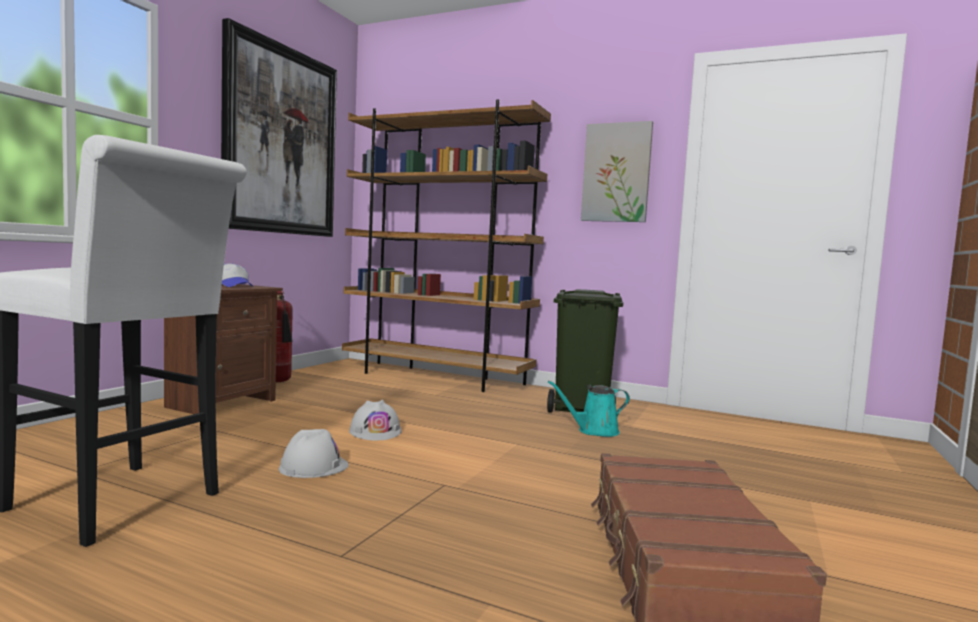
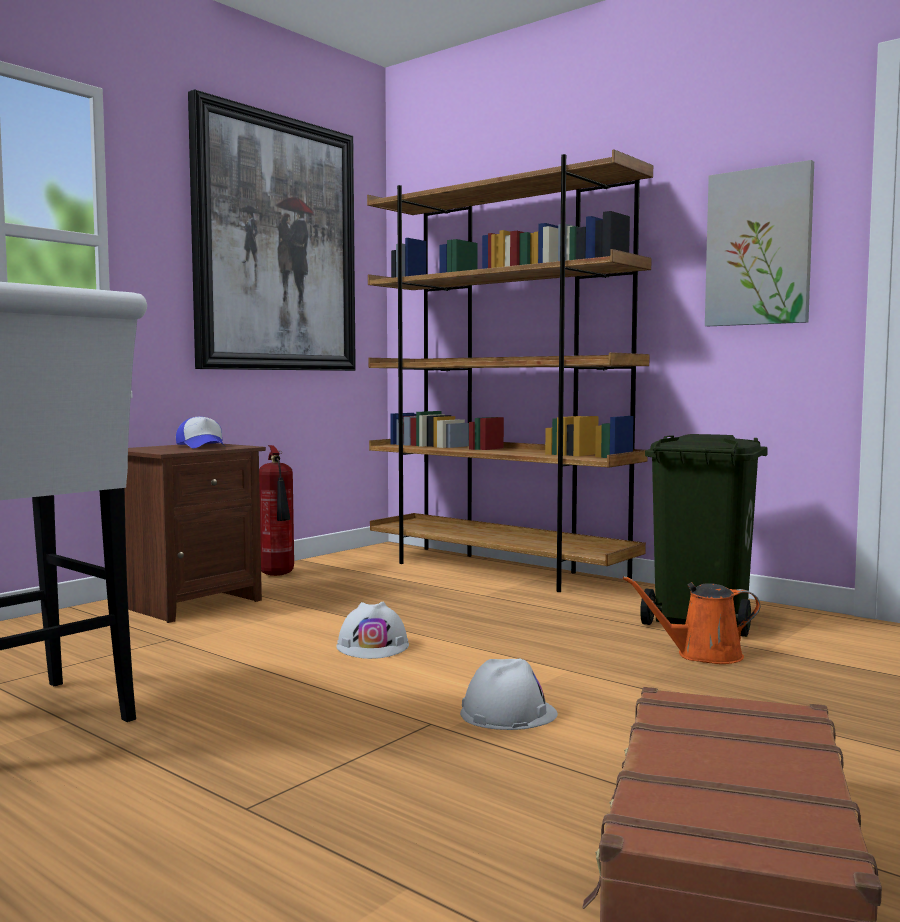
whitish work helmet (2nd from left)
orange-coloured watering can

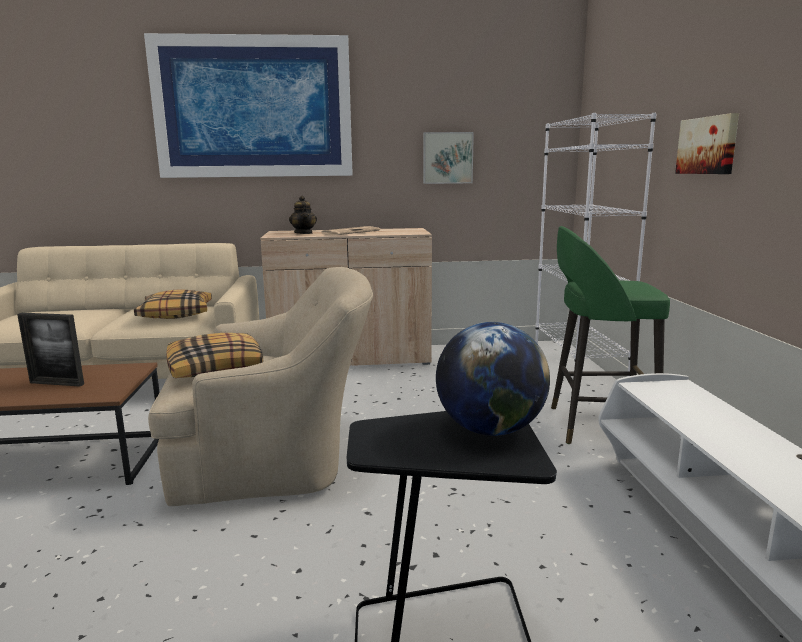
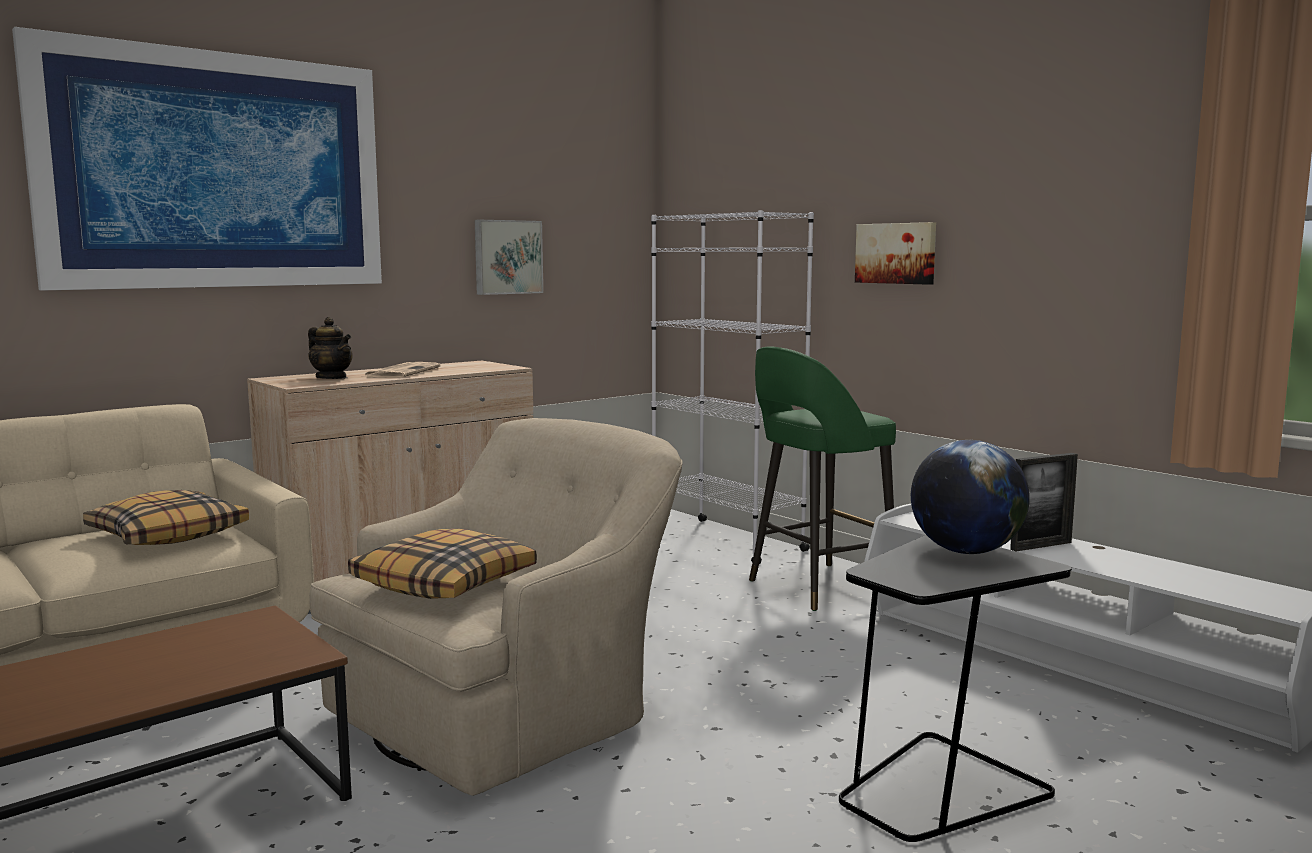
picture frame

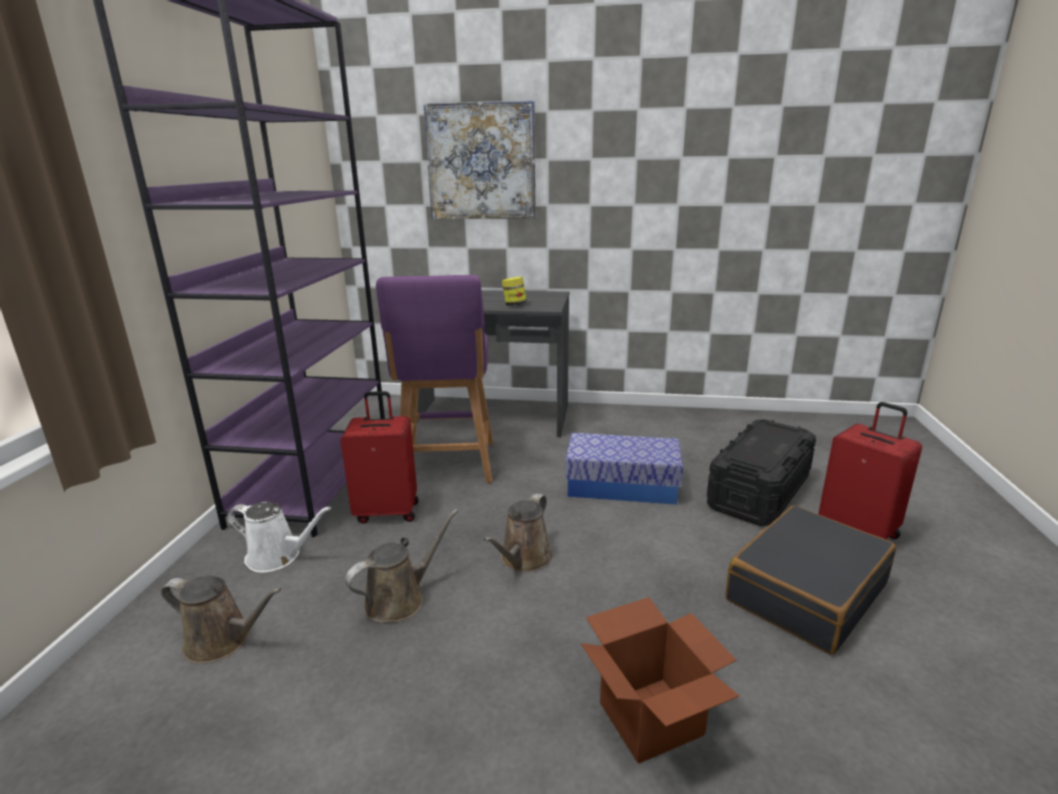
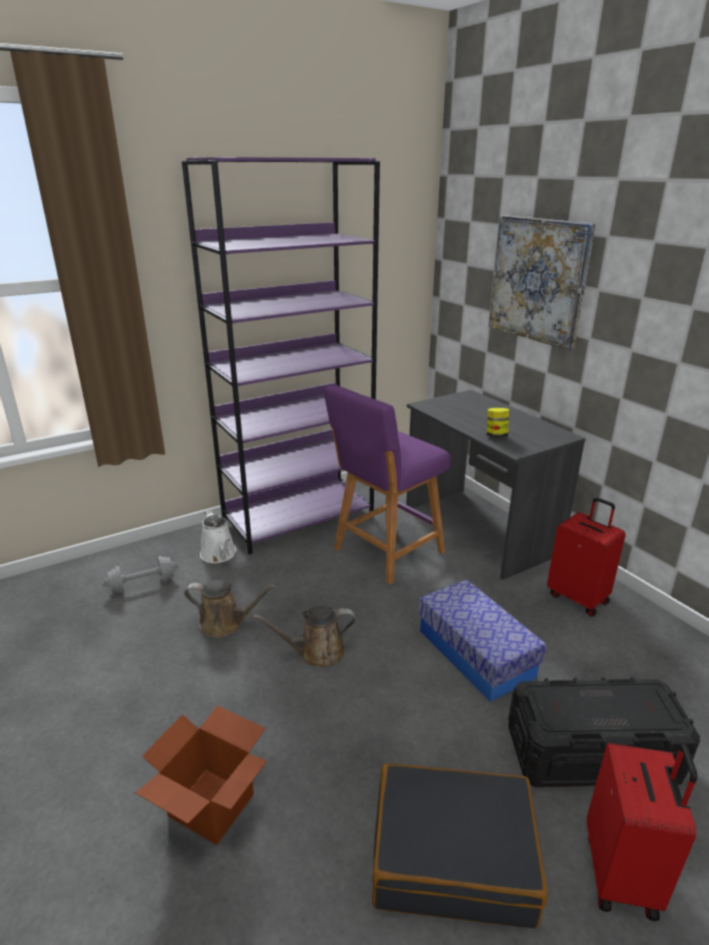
grey hand weight
red-coloured suitcase (1st from left)

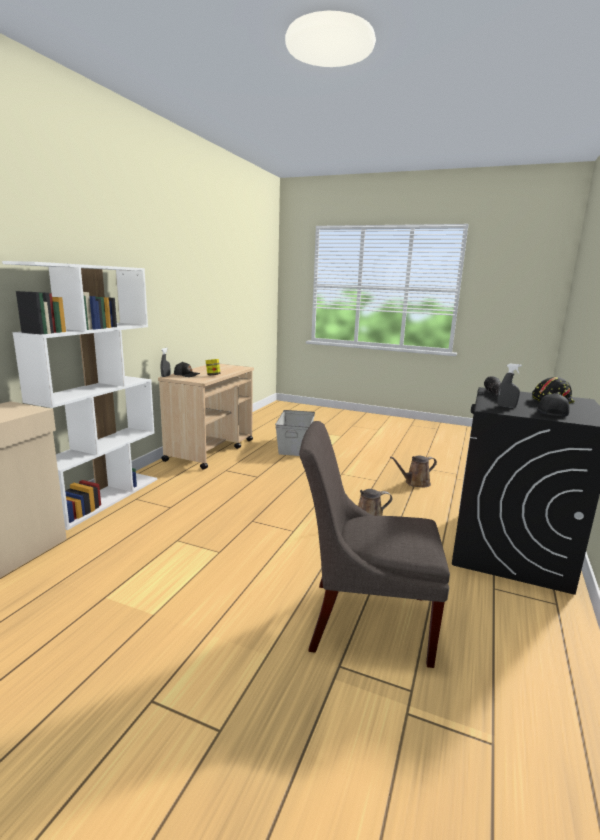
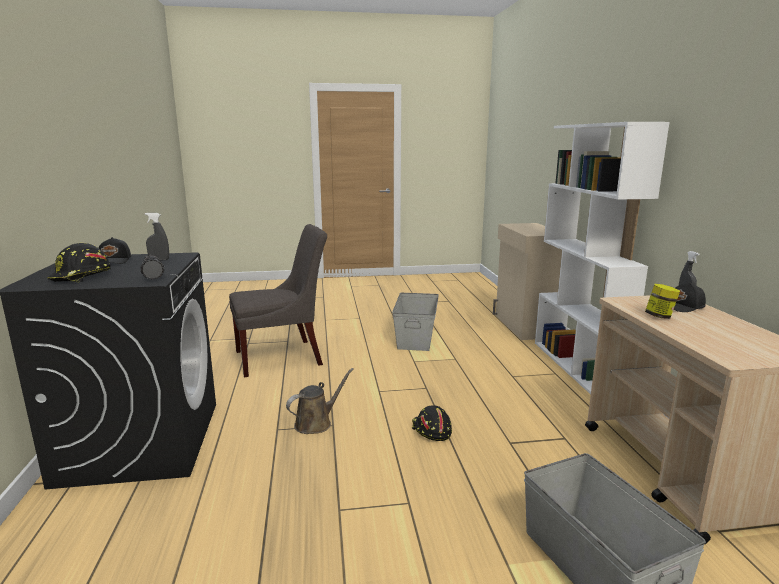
brown-coloured watering can (2nd from left in the first image)
grey storage box (1st from left)
black-coloured work helmet (2nd from left)

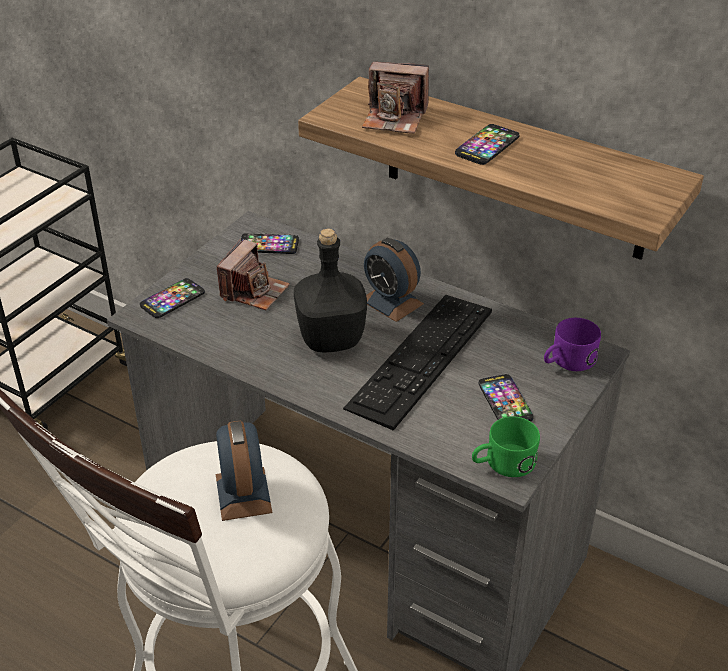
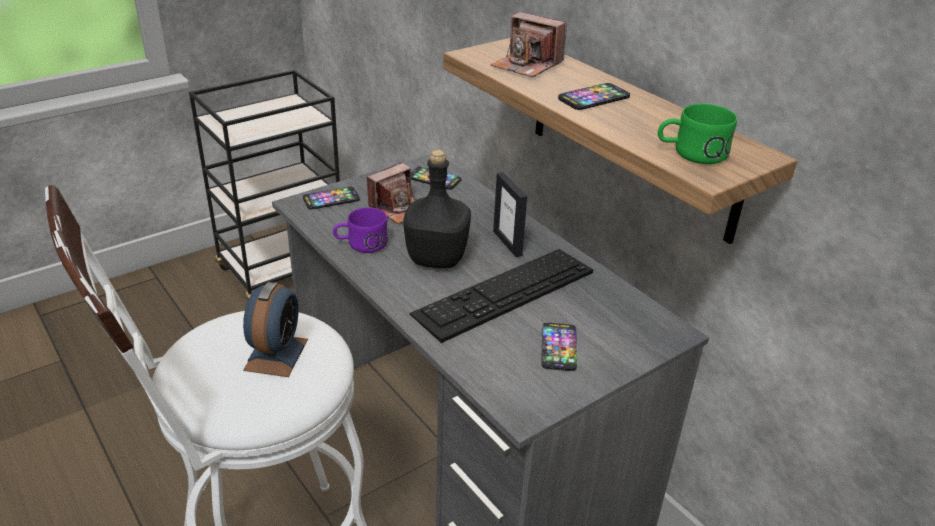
picture frame
green-coloured tea mug
purplish tea mug

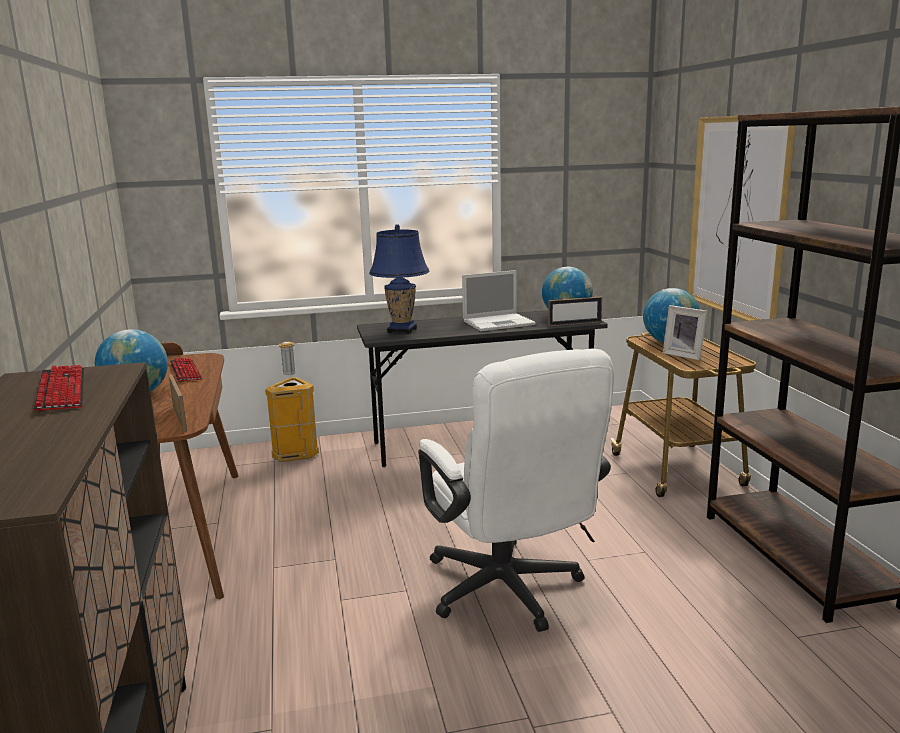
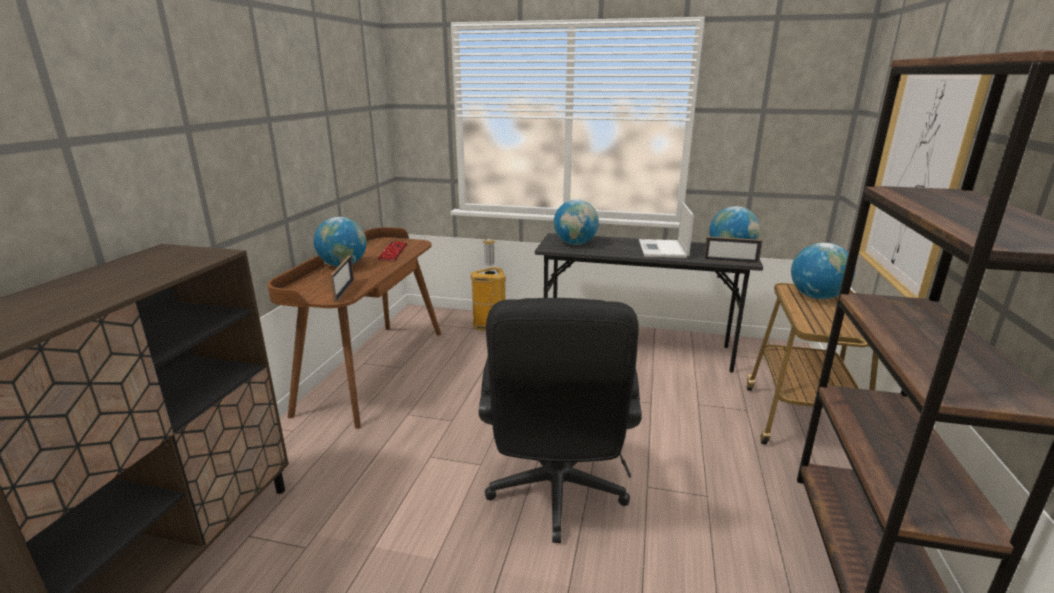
PC keyboard (1st from left in the first image)
desk globe (2nd from left)
black-coloured desk chair
portable computer
picture frame (3rd from left in the first image)

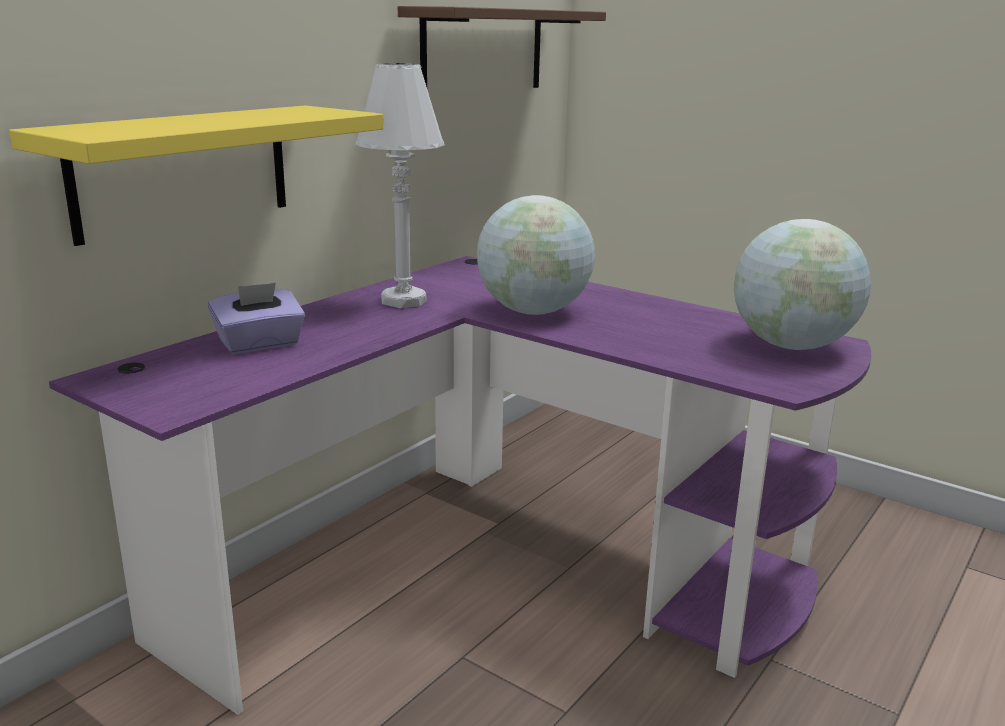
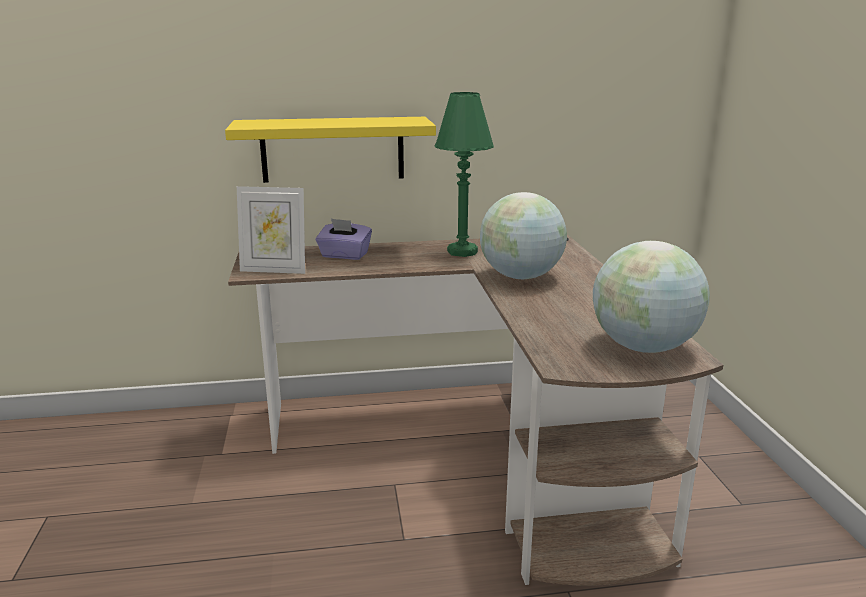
brown-coloured desk unit
green-coloured tabletop lamp
brown-coloured bracket shelf
picture frame

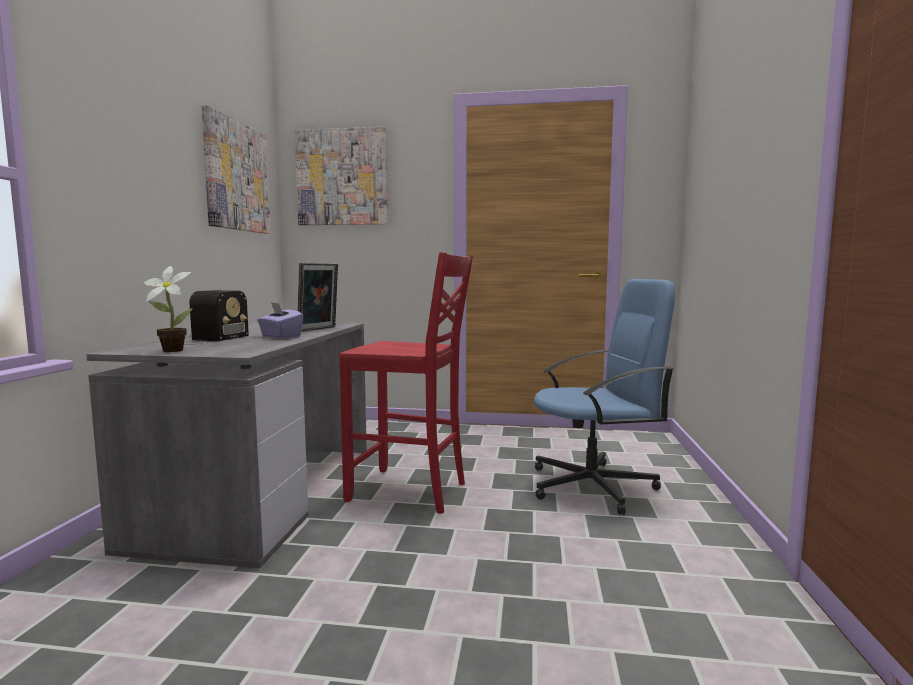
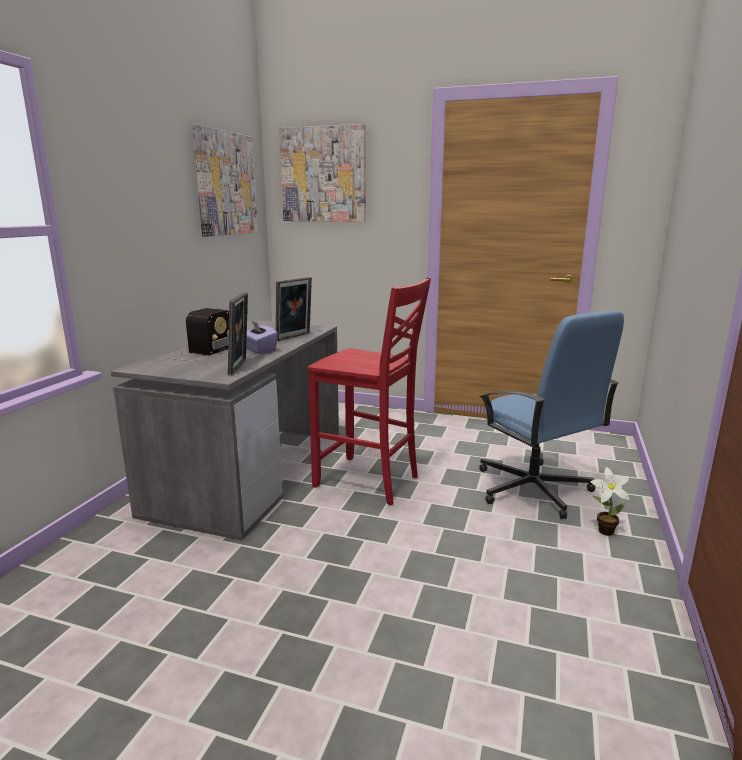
houseplant
blue-coloured desk chair
picture frame (1st from left)

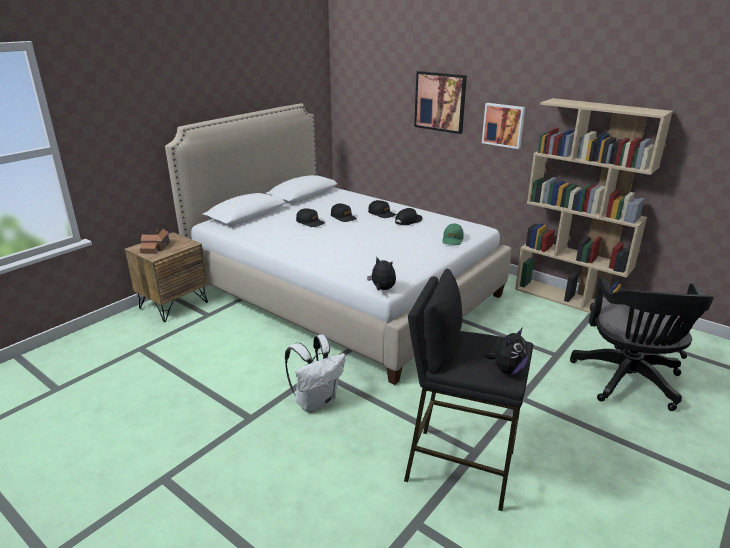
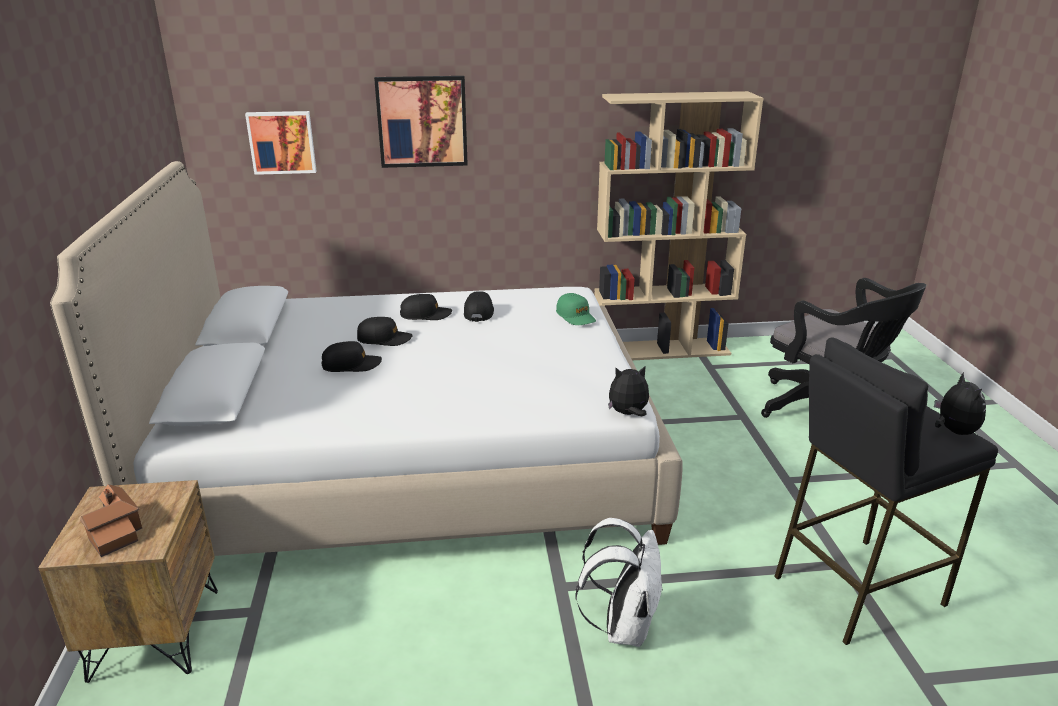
wall art (1st from left)

